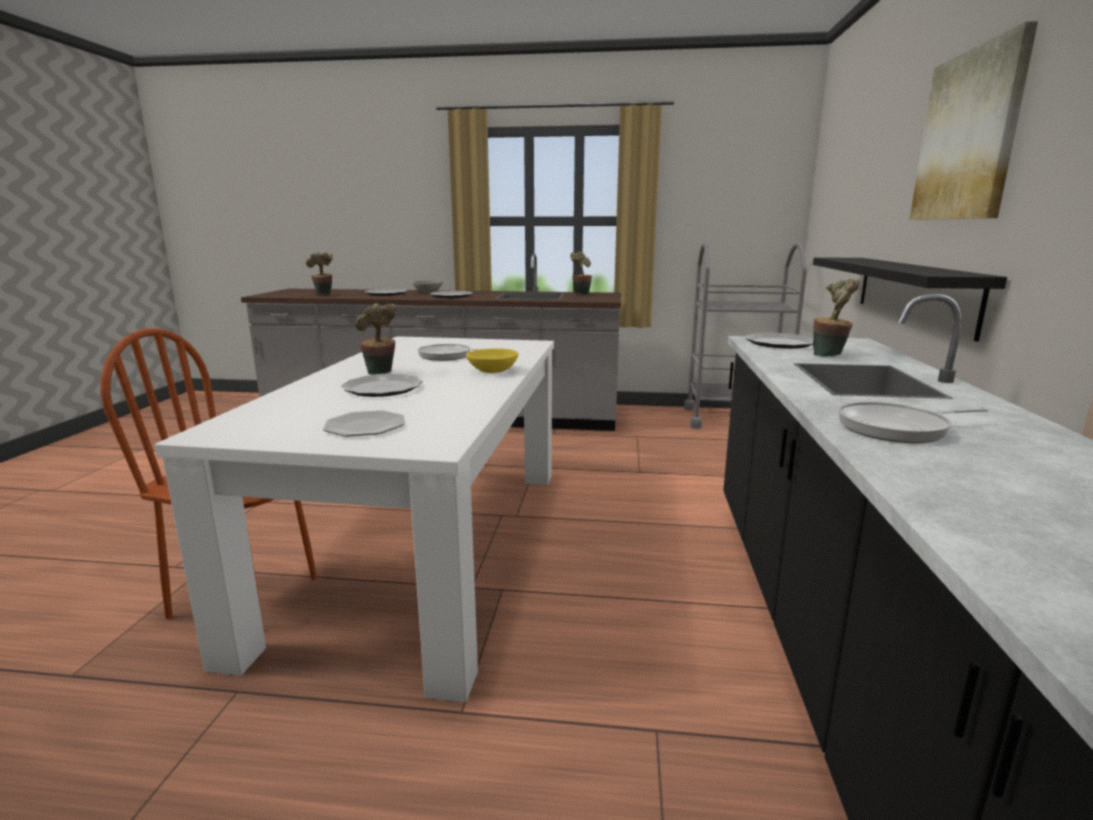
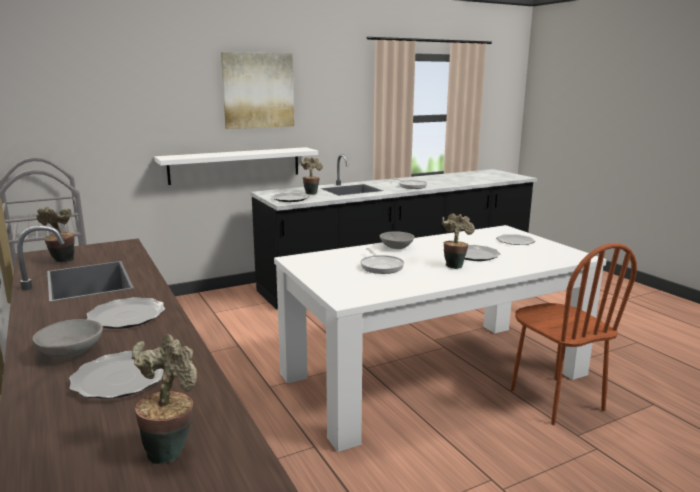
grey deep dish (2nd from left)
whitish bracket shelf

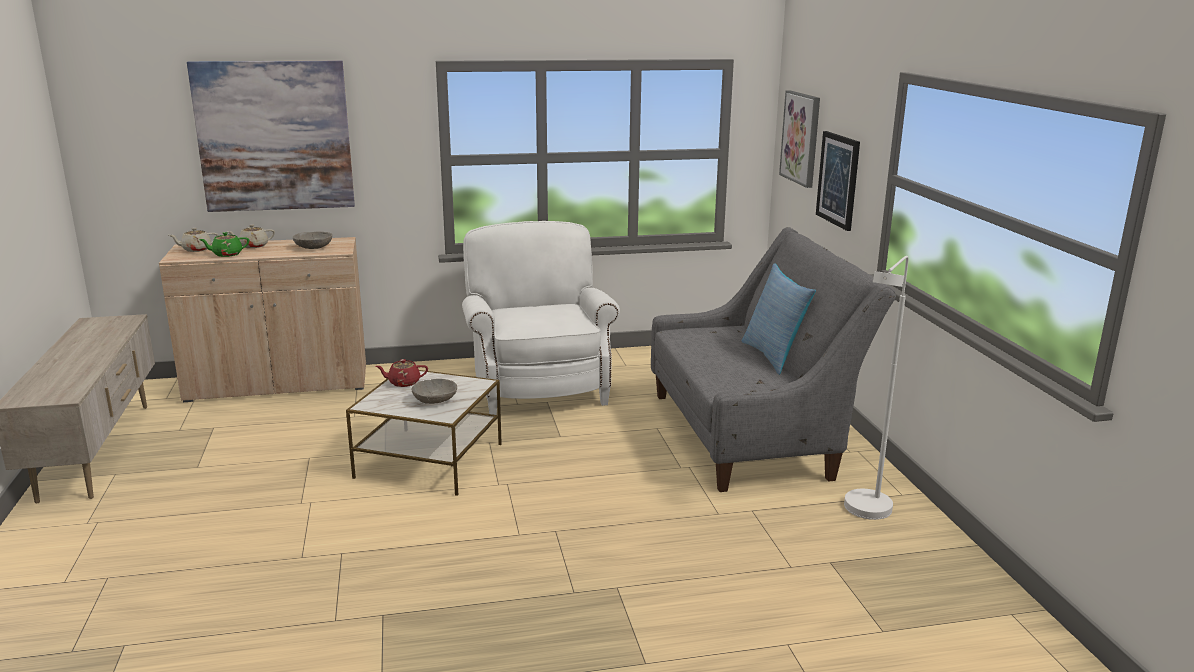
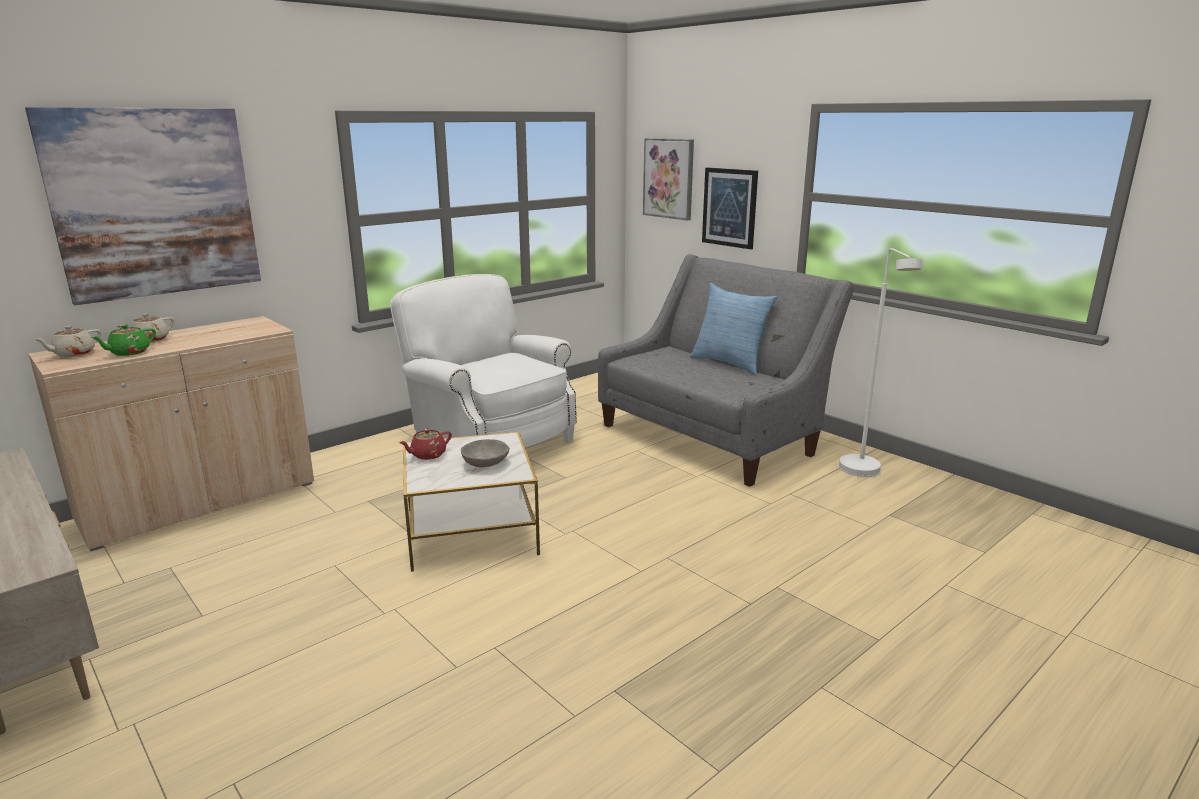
grey deep dish (1st from left in the first image)

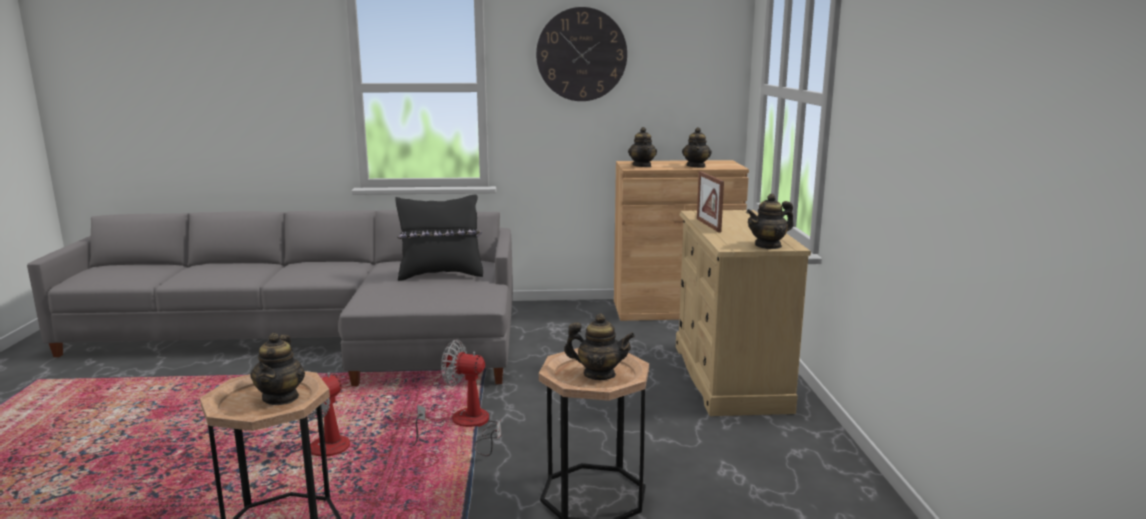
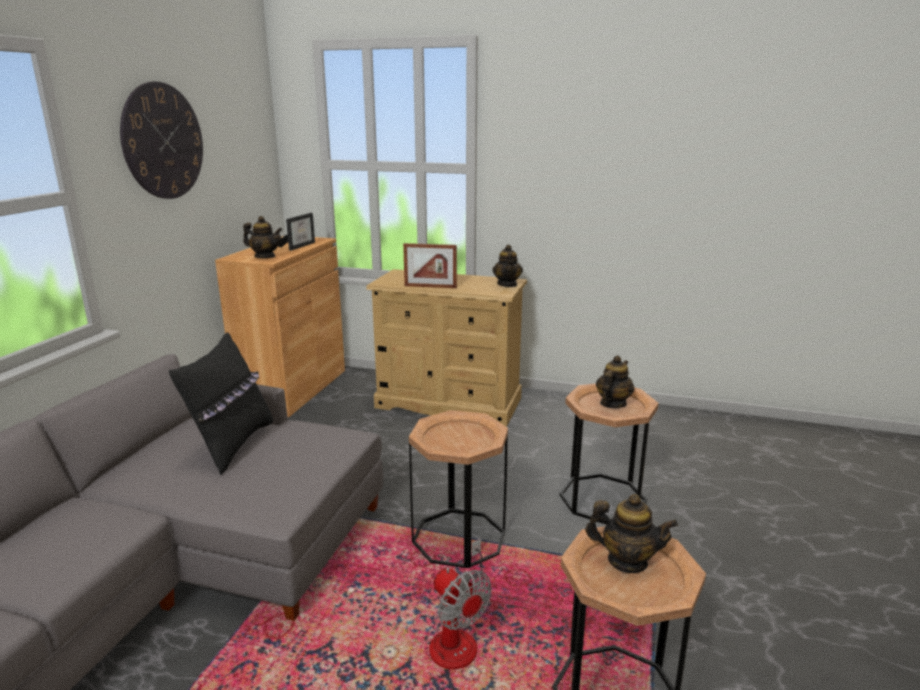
brown-coloured end table (1st from left)
picture frame (1st from left)

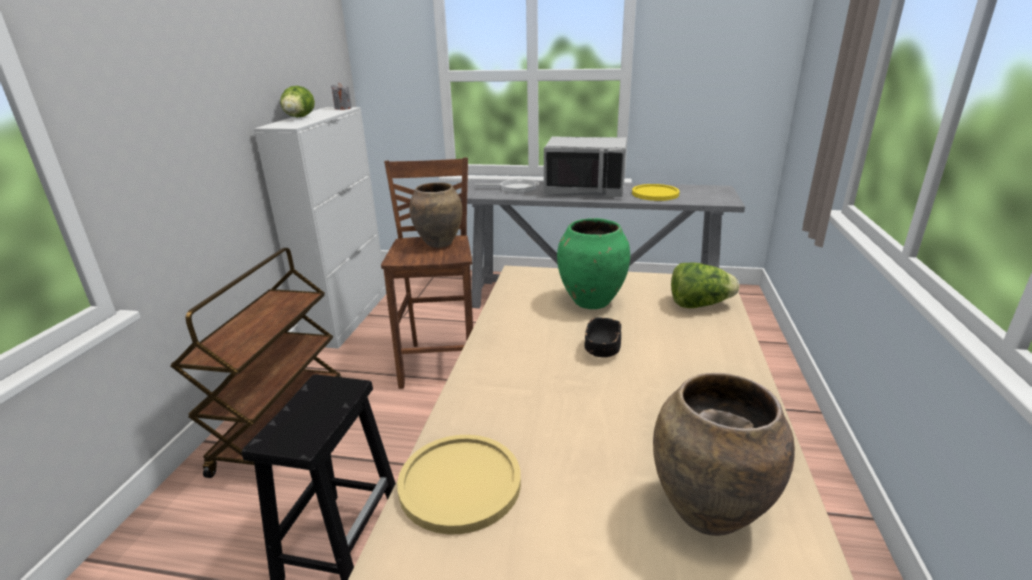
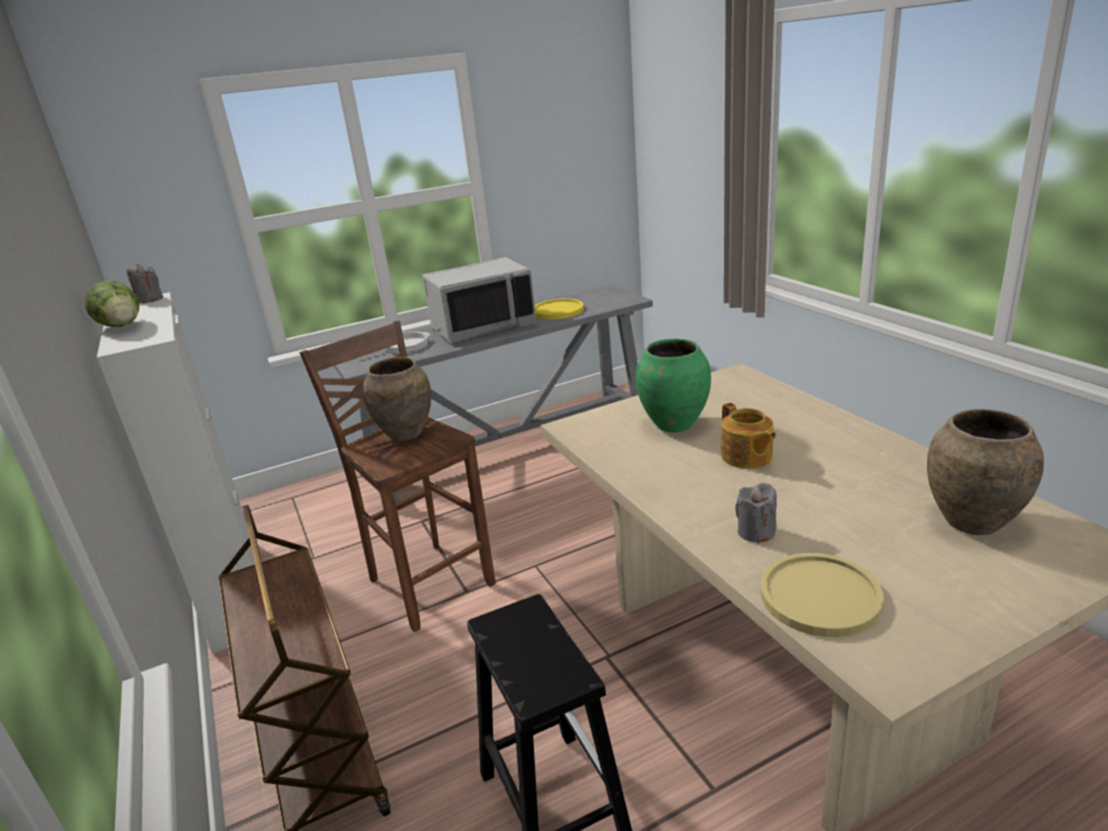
pot for tea
head of lettuce (2nd from left in the first image)
grey wax candle (2nd from left)

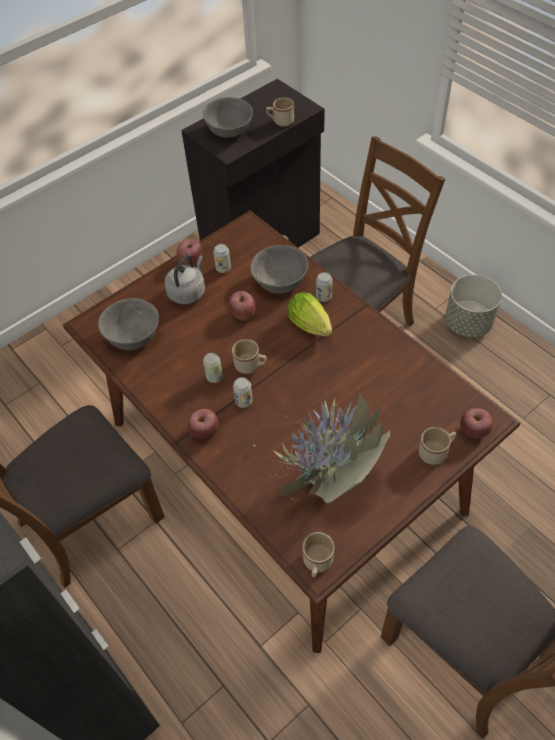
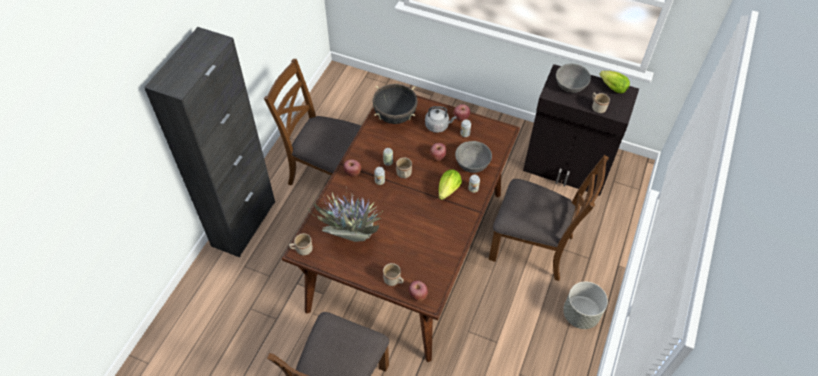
black-coloured saucepot
head of lettuce (2nd from left)

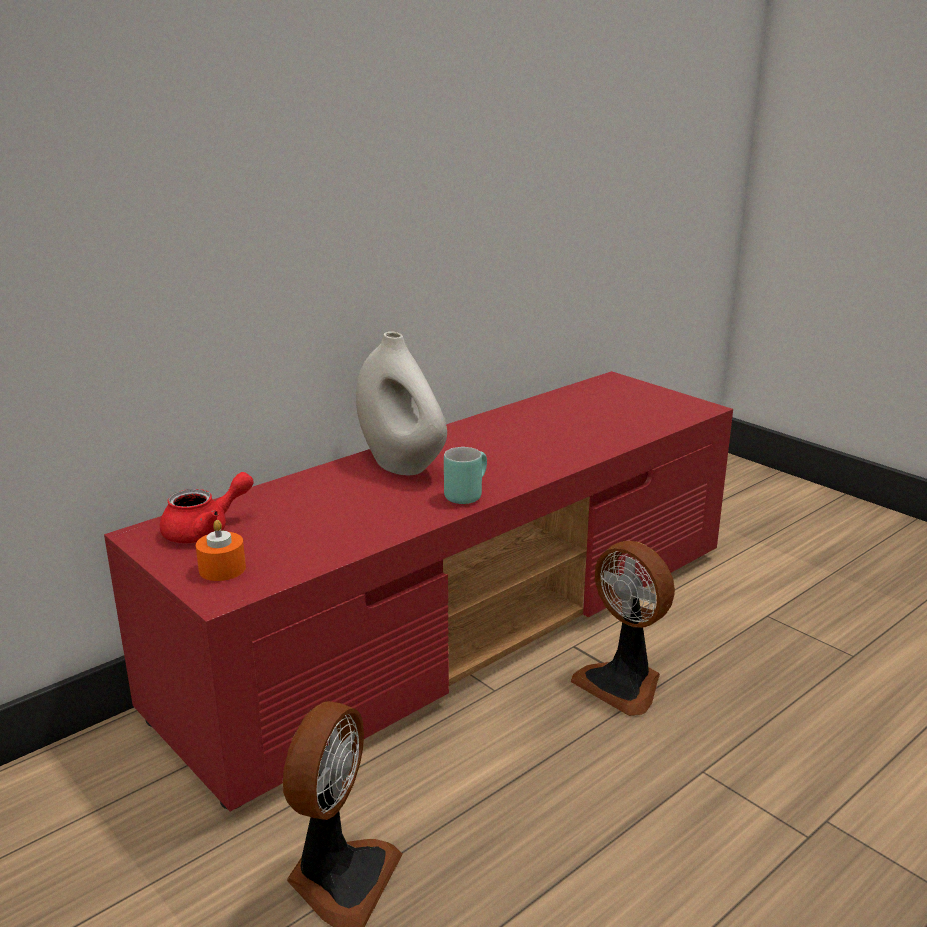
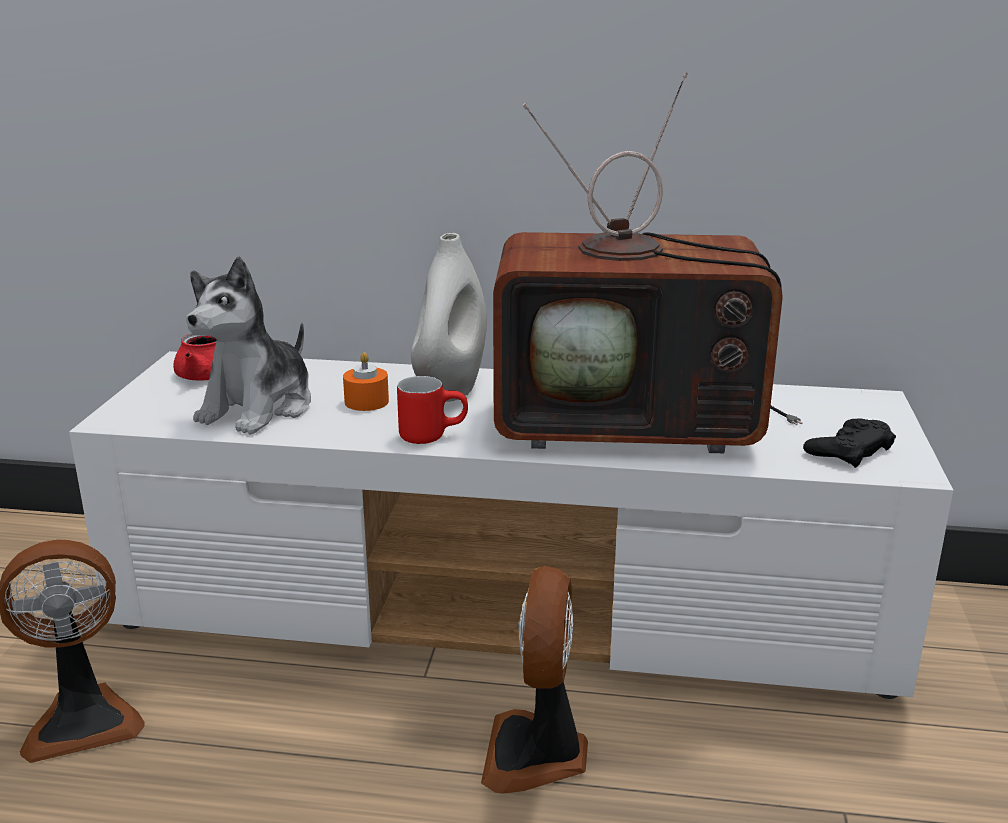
whitish tv unit
orange-coloured wax candle
red-coloured tea mug
plush toy
TV set
black-coloured game controller

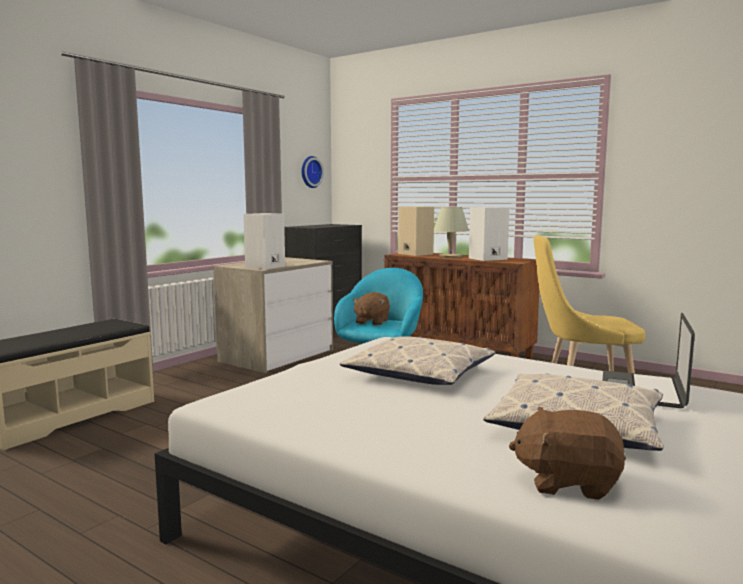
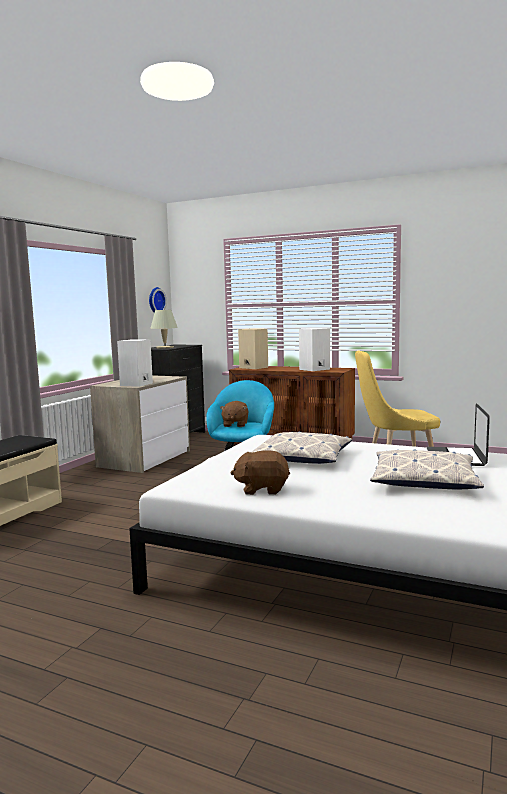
beige-coloured tabletop lamp
brown-coloured plush toy (2nd from left)

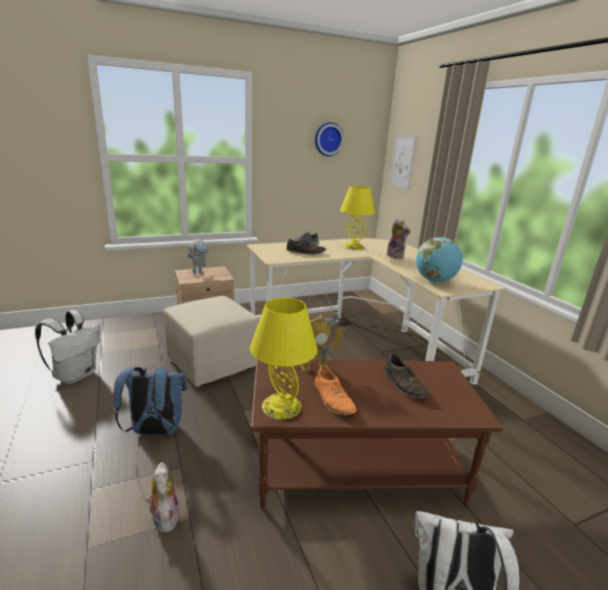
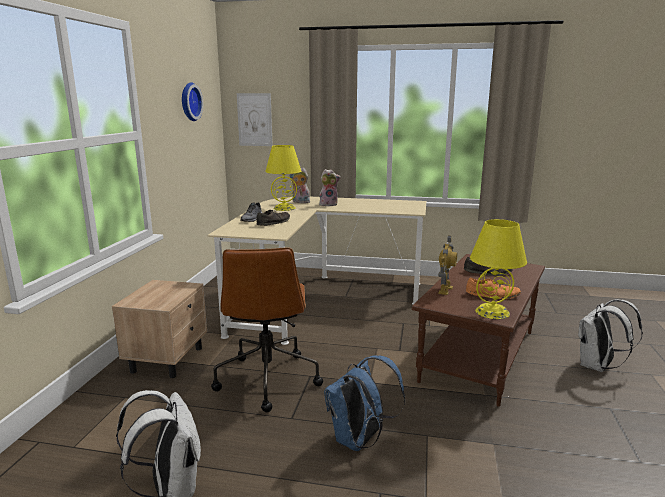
plush toy (1st from left)
brown-coloured desk chair
robot figure (1st from left in the first image)
desk globe

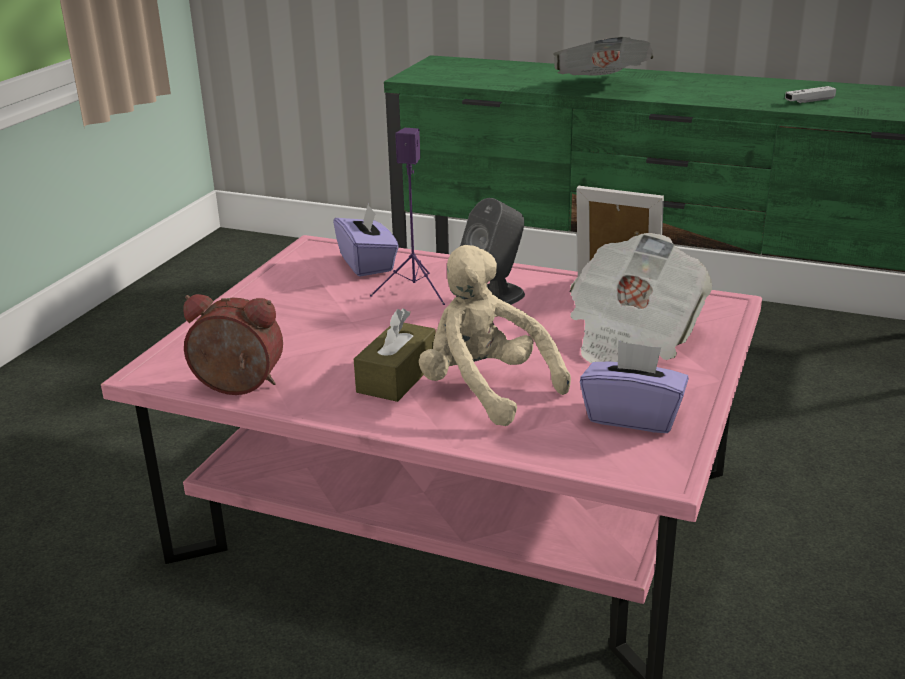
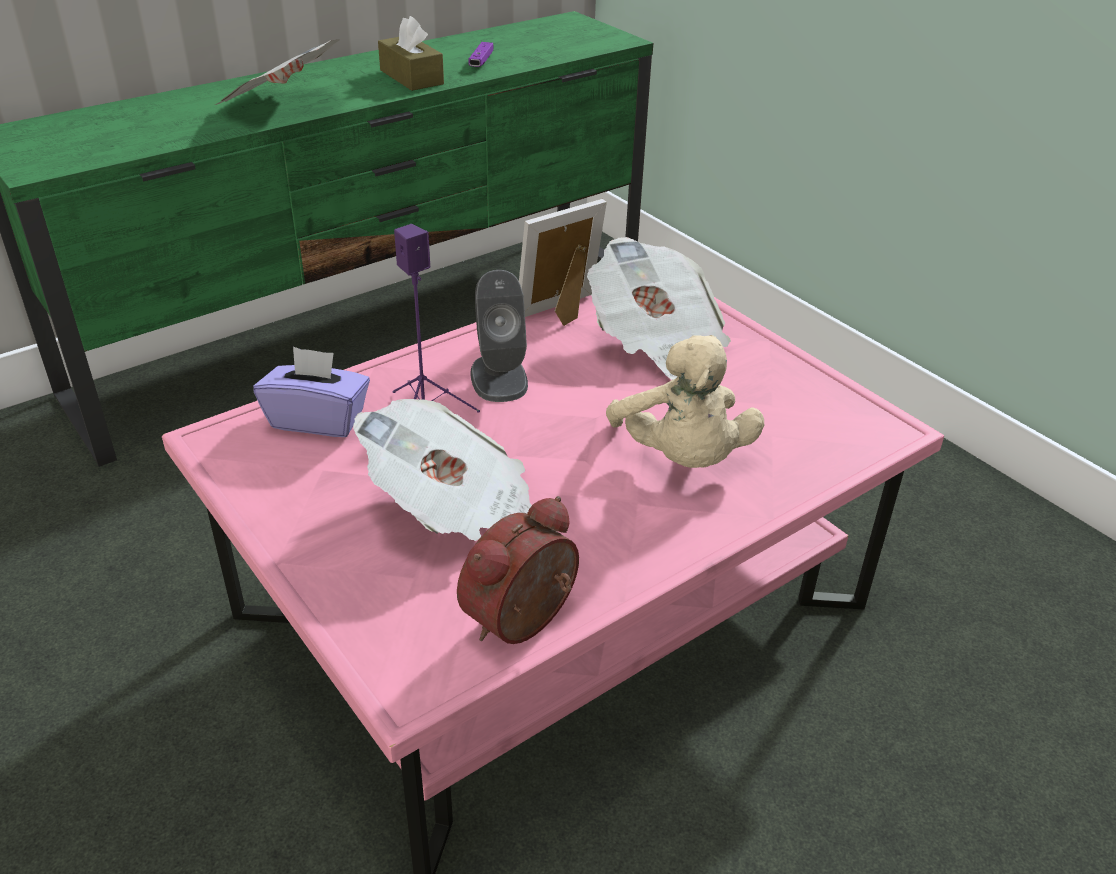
brown-coloured box of tissues
beige-coloured plush toy
purplish box of tissues (2nd from left in the first image)
purplish game controller
daily paper (2nd from left)

